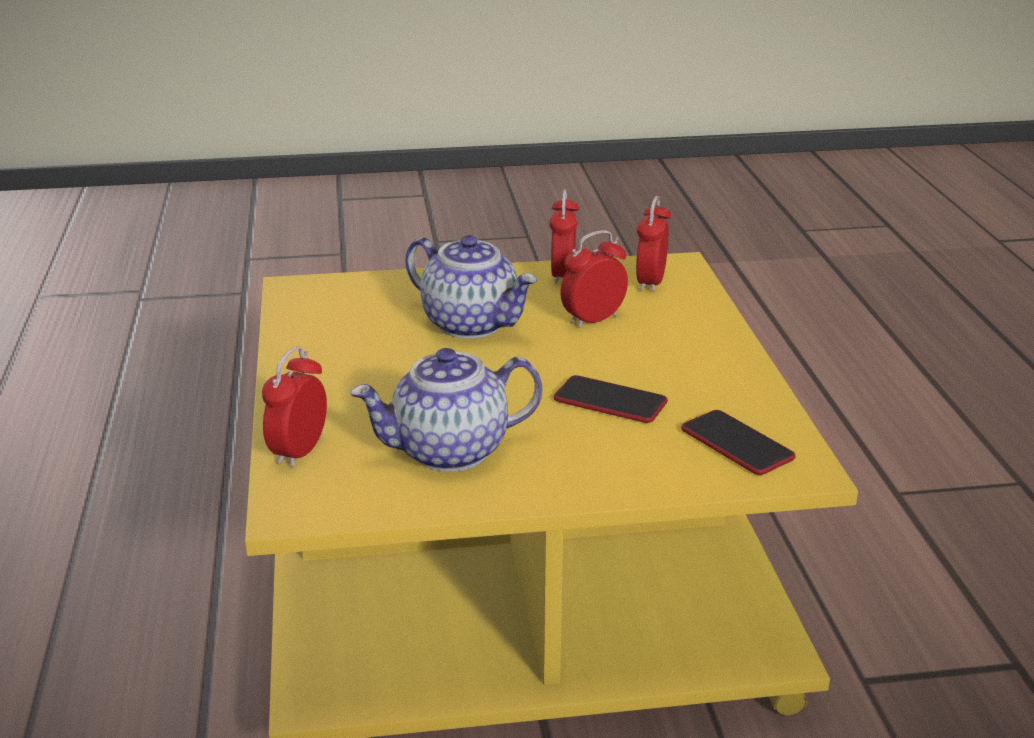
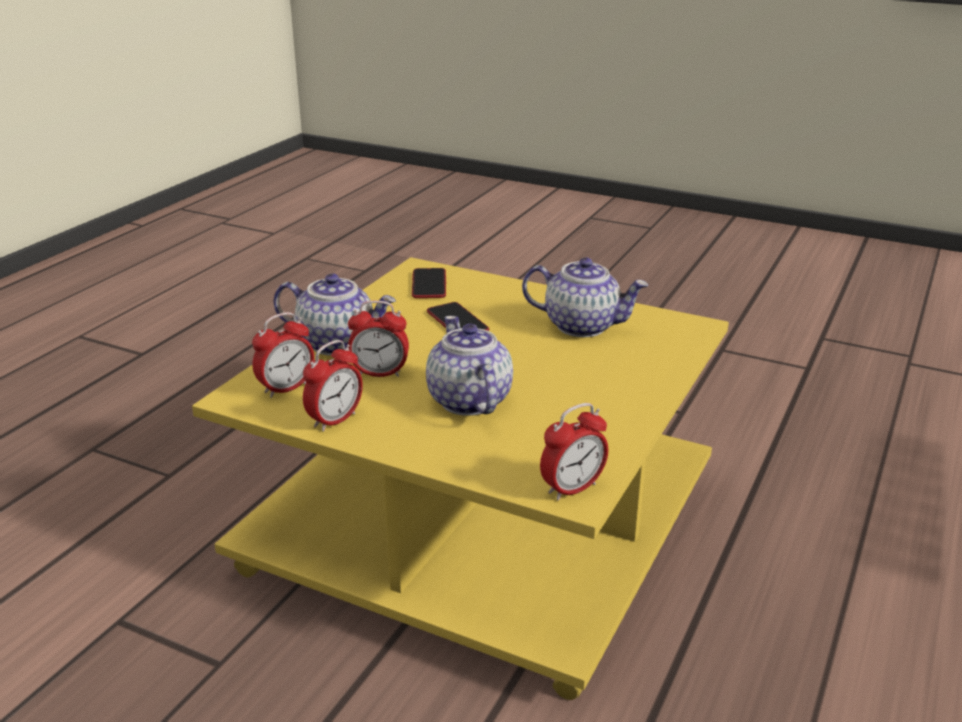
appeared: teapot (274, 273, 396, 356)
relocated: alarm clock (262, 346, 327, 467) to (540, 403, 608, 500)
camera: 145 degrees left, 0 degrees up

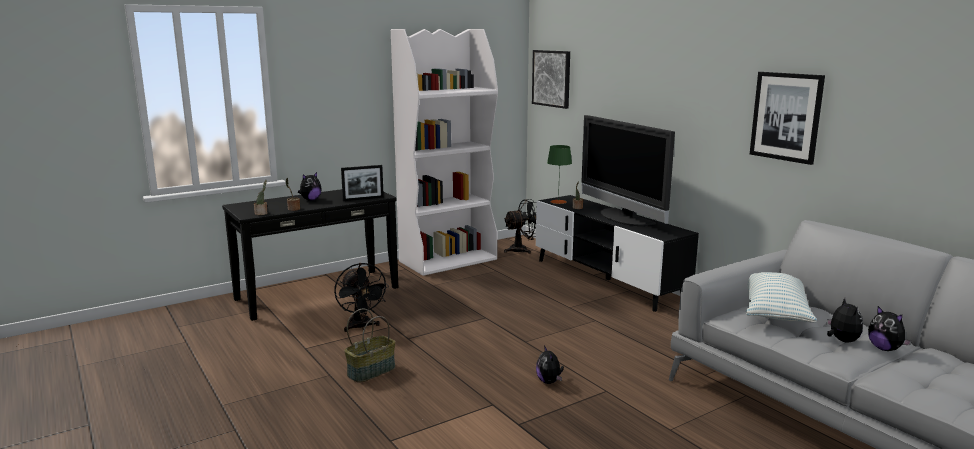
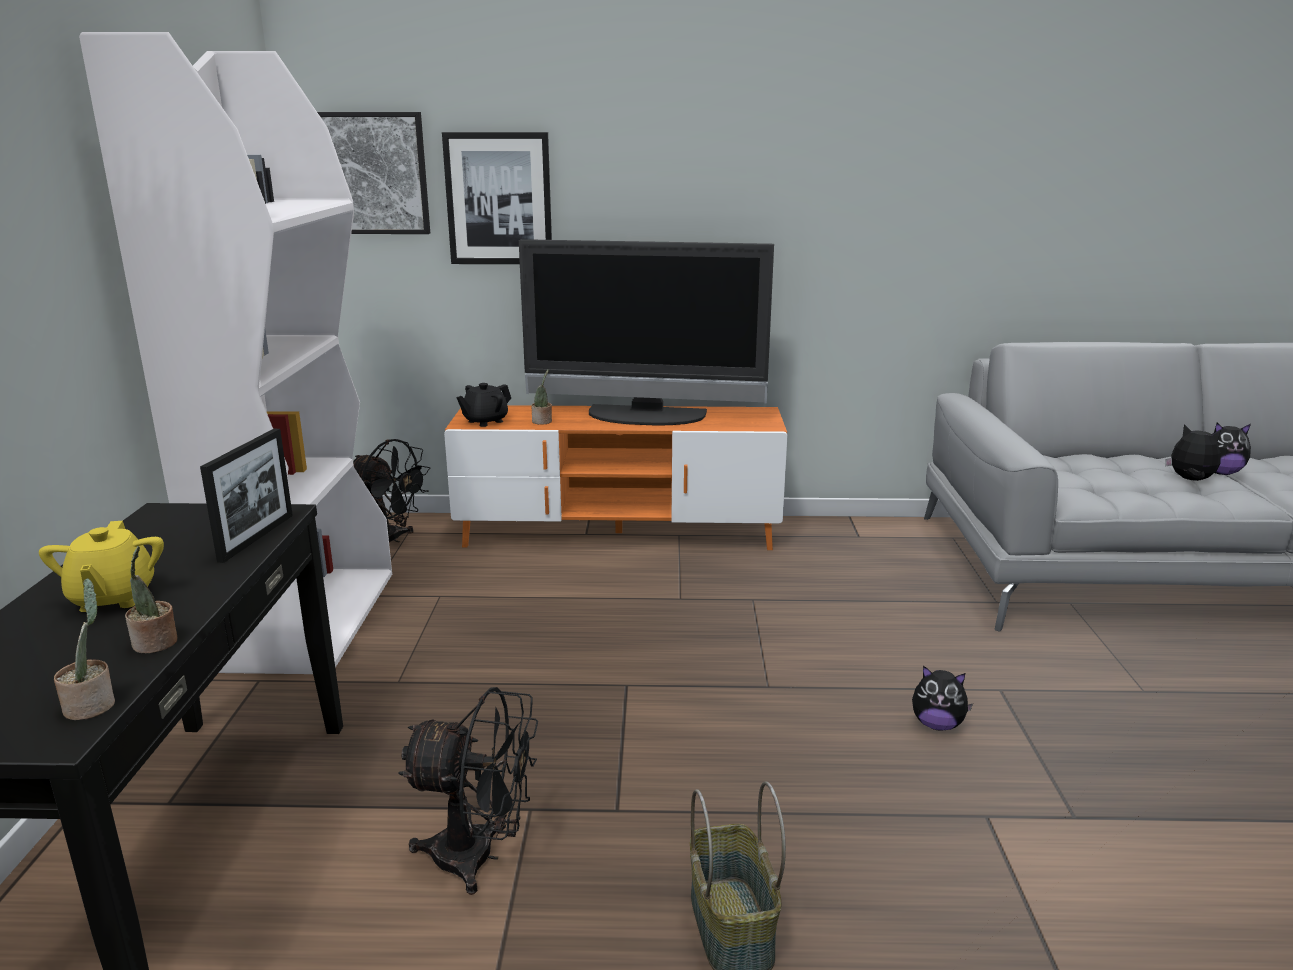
missing: pillow (746, 272, 817, 323)
relocated: picture (750, 72, 825, 165) to (442, 132, 552, 264)
exchanged: plush toy (298, 172, 322, 201) to teapot/yellow (39, 521, 164, 612); table lamp/green (547, 145, 572, 204) to teapot/black (457, 383, 511, 427)
colour: tv stand/black (536, 195, 699, 312) to tv stand/orange (444, 405, 787, 550)
spun: fan/black (504, 199, 537, 254) = (353, 439, 431, 542) 105 degrees clockwise
camera: 55 degrees left, 5 degrees up

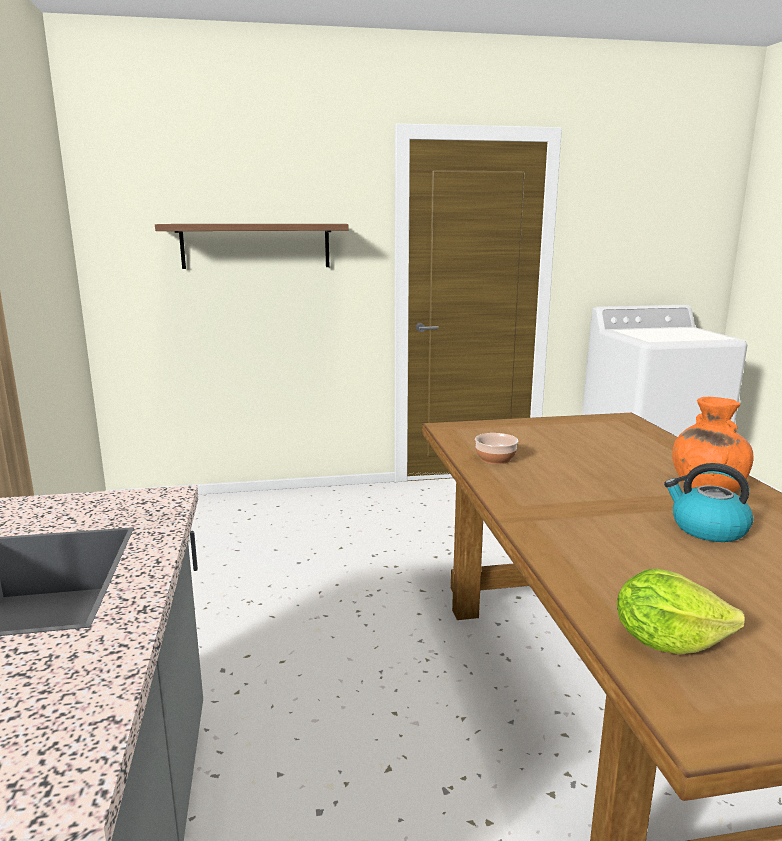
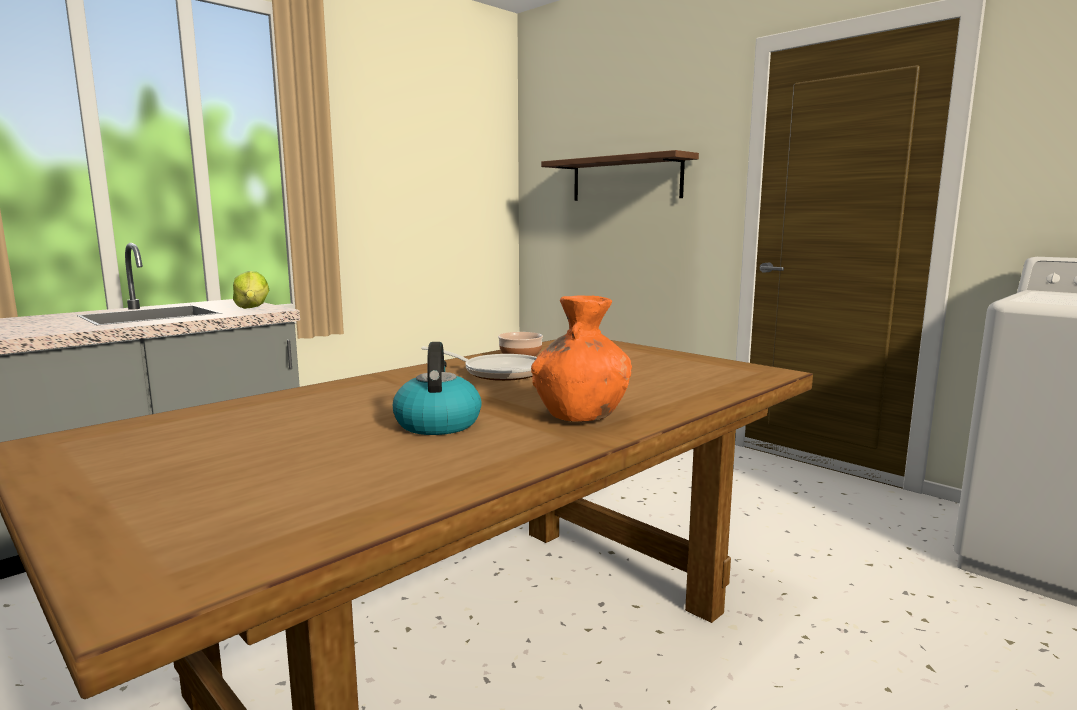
appeared: frying pan (421, 346, 537, 381)
relocated: lettuce (617, 569, 745, 654) to (233, 271, 269, 309)
camera: 55 degrees right, 5 degrees down

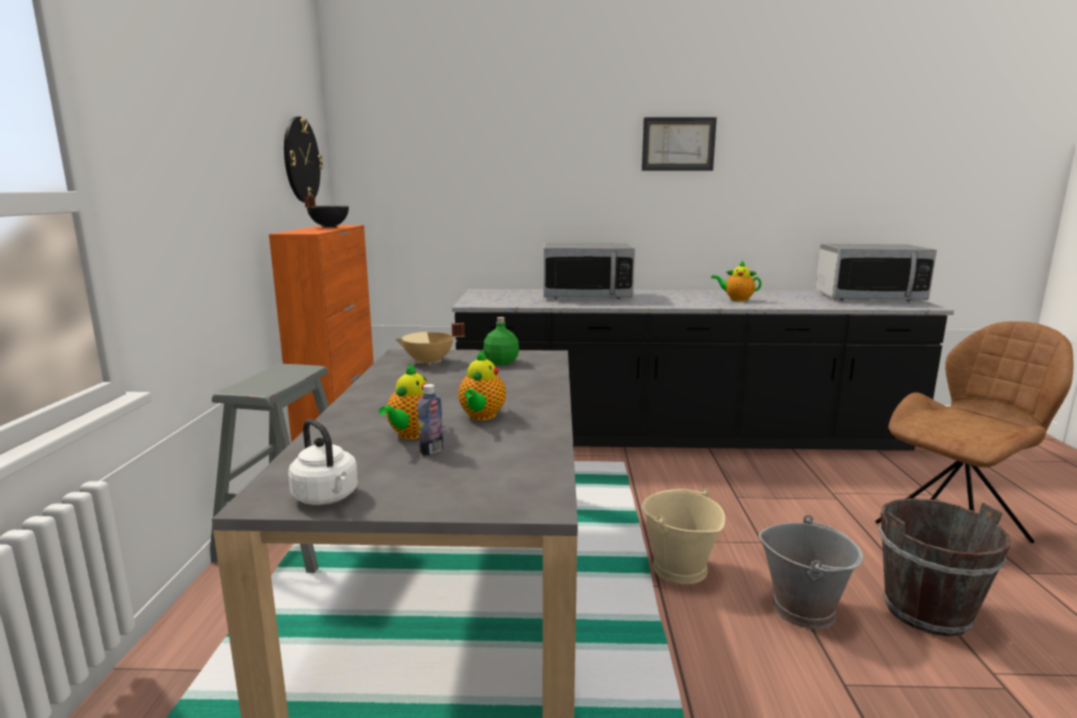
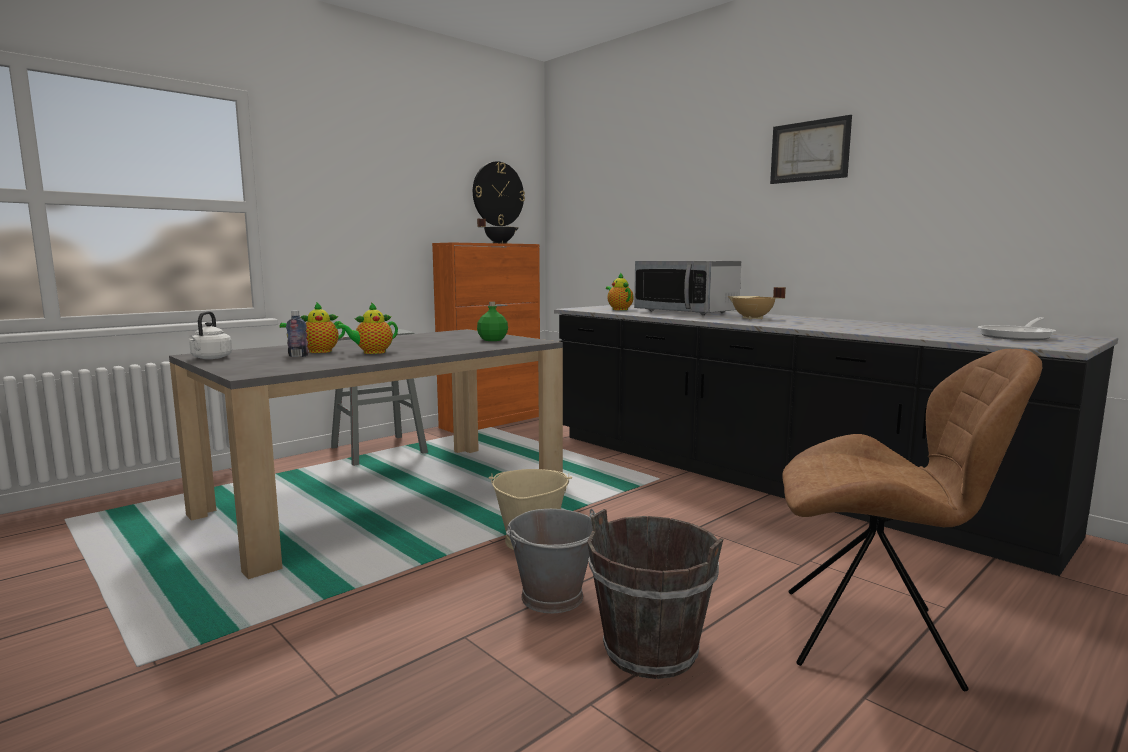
relocated: cooking pot/beige (395, 323, 465, 365) to (728, 287, 786, 319); teapot (711, 260, 762, 301) to (606, 272, 634, 310)
exchanged: microwave (815, 244, 937, 301) to frying pan (978, 317, 1056, 340)
camera: 45 degrees right, 5 degrees down

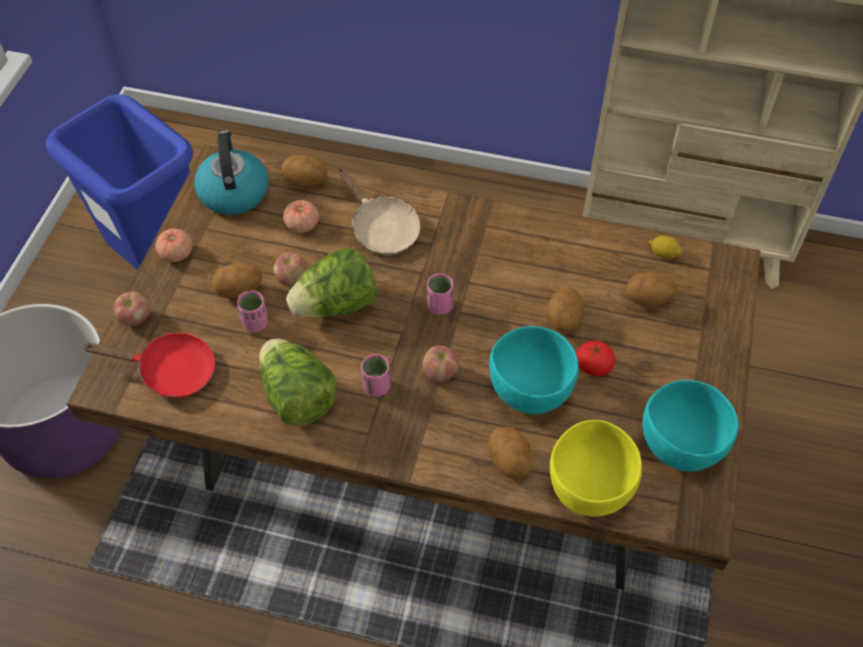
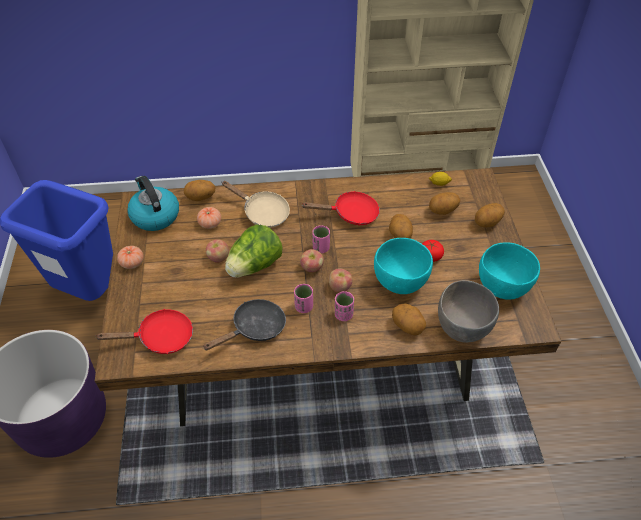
appeared: frying pan/red (302, 191, 380, 226)
relocated: apple (114, 291, 150, 326) to (300, 249, 324, 272); potato (212, 263, 262, 299) to (475, 203, 505, 227); cup/pink (237, 290, 268, 332) to (335, 291, 354, 321)
exchanged: lettuce (259, 338, 337, 426) to frying pan/black (203, 299, 286, 351)
colour: bowl/yellow (550, 420, 642, 517) to bowl/grey (438, 280, 499, 343)
camera: 20 degrees left, 5 degrees down

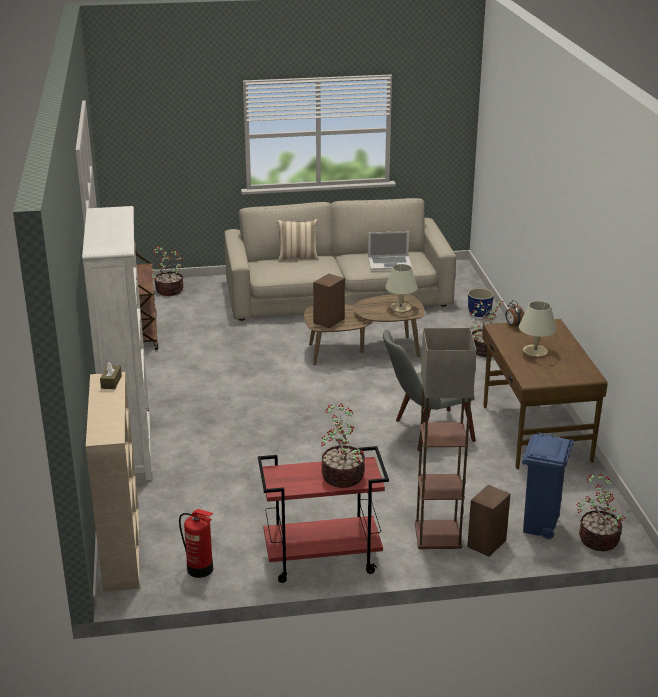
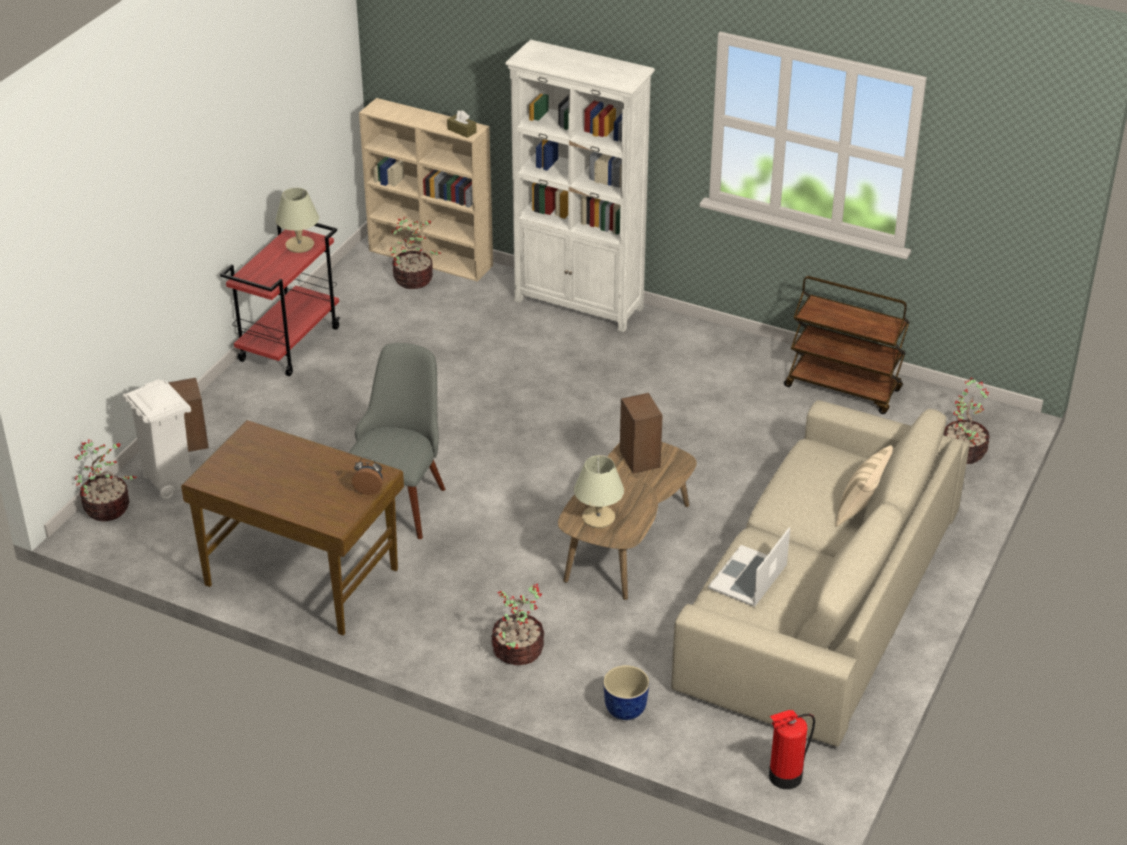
missing: floor lamp (415, 328, 477, 549)
relocated: fire extinguisher (179, 509, 213, 578) to (769, 710, 815, 789); potted plant (321, 403, 365, 488) to (390, 216, 441, 289); table lamp/beige (519, 301, 557, 357) to (276, 188, 319, 253)
colour: trash can/blue (522, 432, 574, 539) to trash can/white (123, 379, 191, 499)
camera: 125 degrees right, 10 degrees up

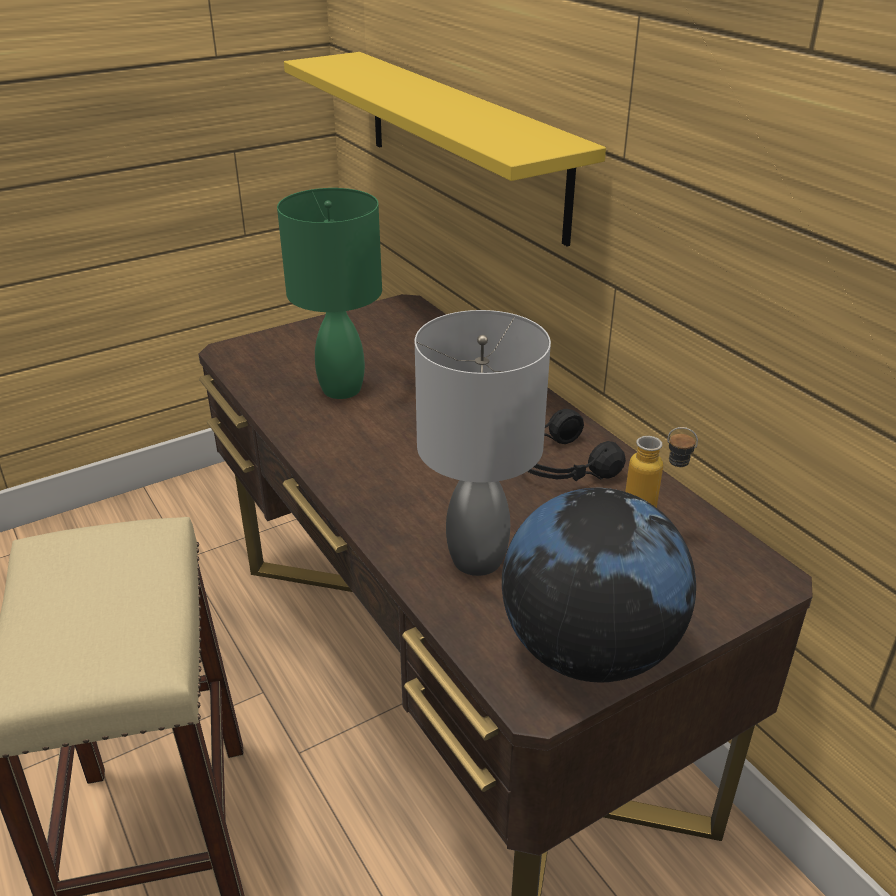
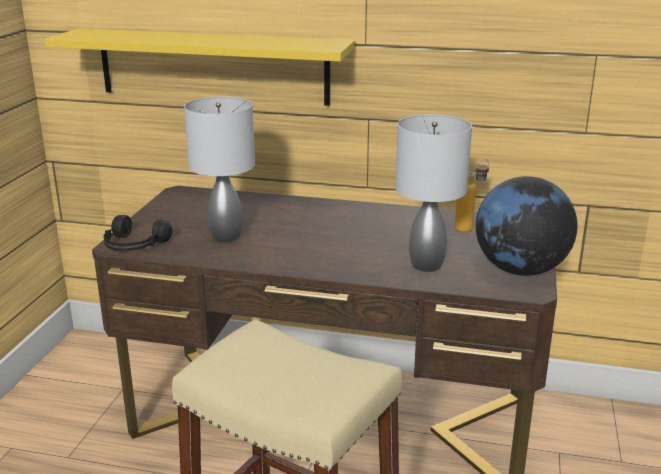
relocated: headphones/black (527, 409, 626, 481) to (103, 215, 172, 251)
colour: table lamp/green (277, 188, 382, 399) to table lamp/grey (184, 96, 255, 242)
camera: 45 degrees left, 10 degrees down

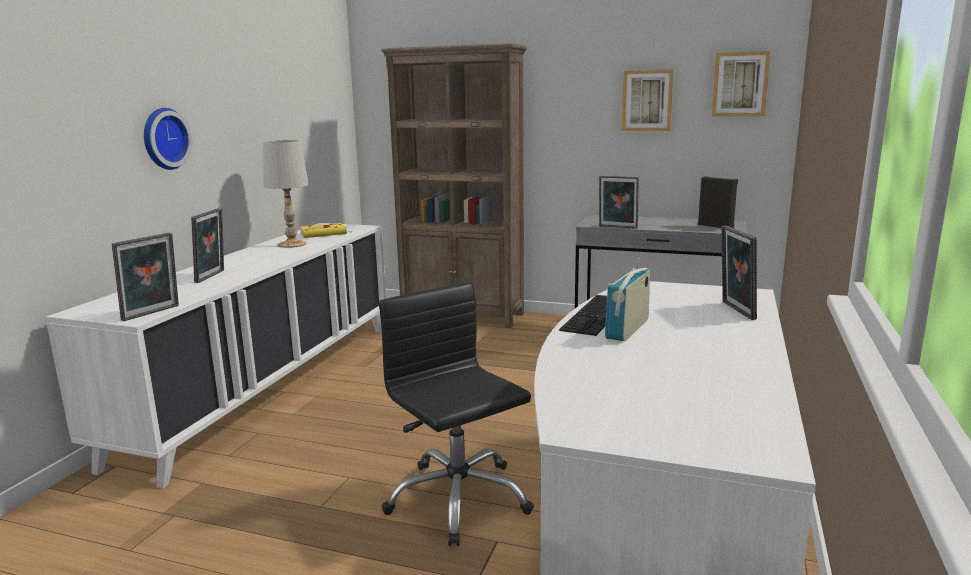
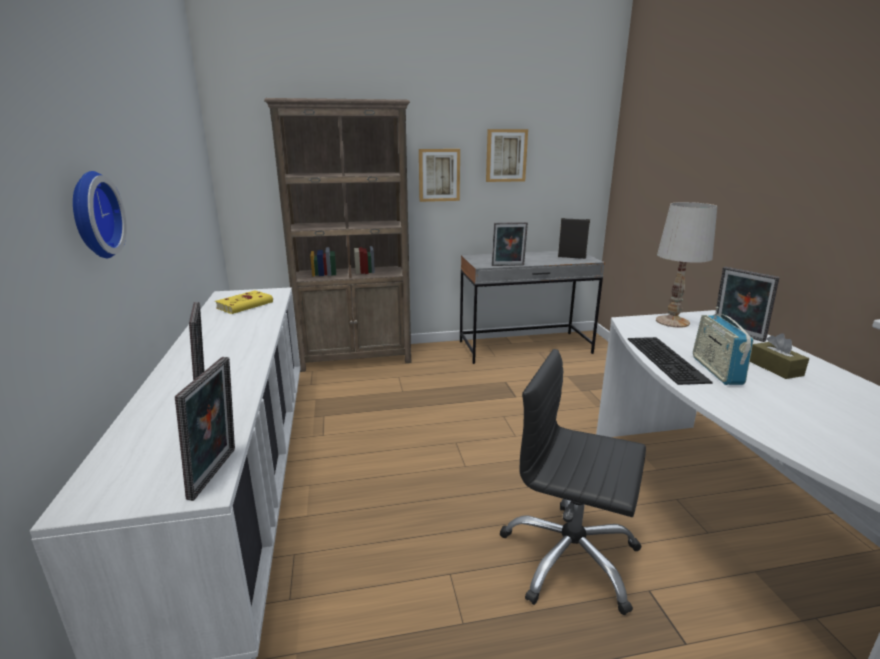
appeared: tissue box/brown (750, 333, 809, 379)
relocated: table lamp/white (263, 140, 309, 248) to (656, 202, 717, 328); picture (712, 51, 771, 116) to (419, 149, 460, 202)
camera: 30 degrees left, 5 degrees up

